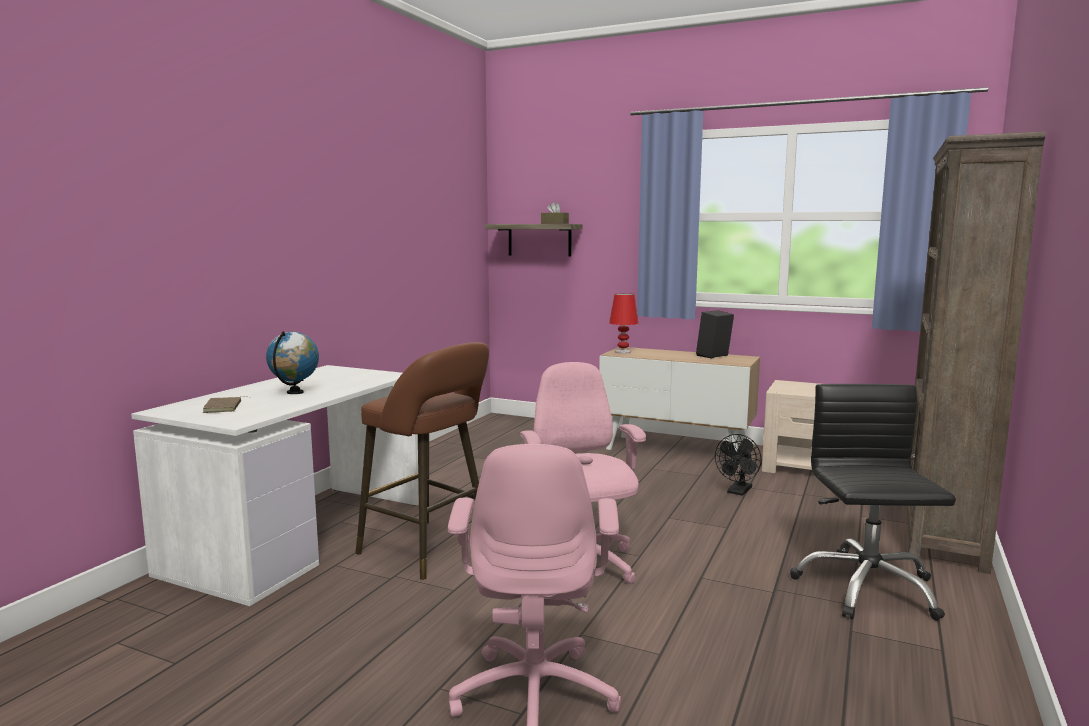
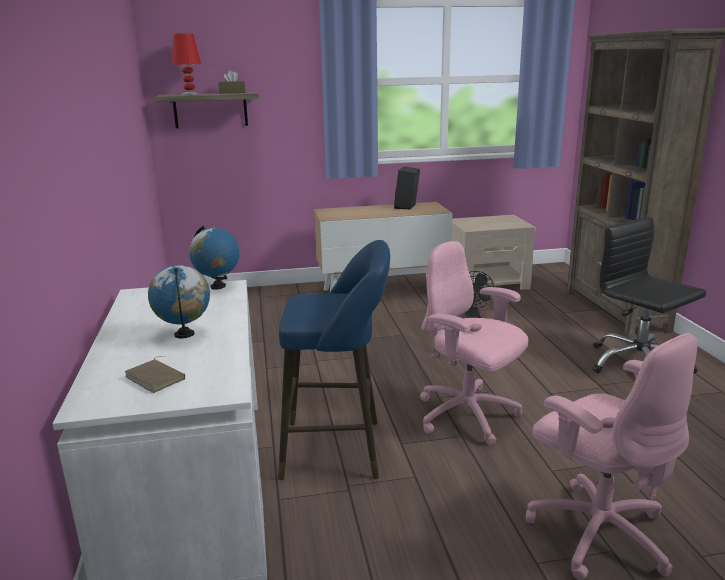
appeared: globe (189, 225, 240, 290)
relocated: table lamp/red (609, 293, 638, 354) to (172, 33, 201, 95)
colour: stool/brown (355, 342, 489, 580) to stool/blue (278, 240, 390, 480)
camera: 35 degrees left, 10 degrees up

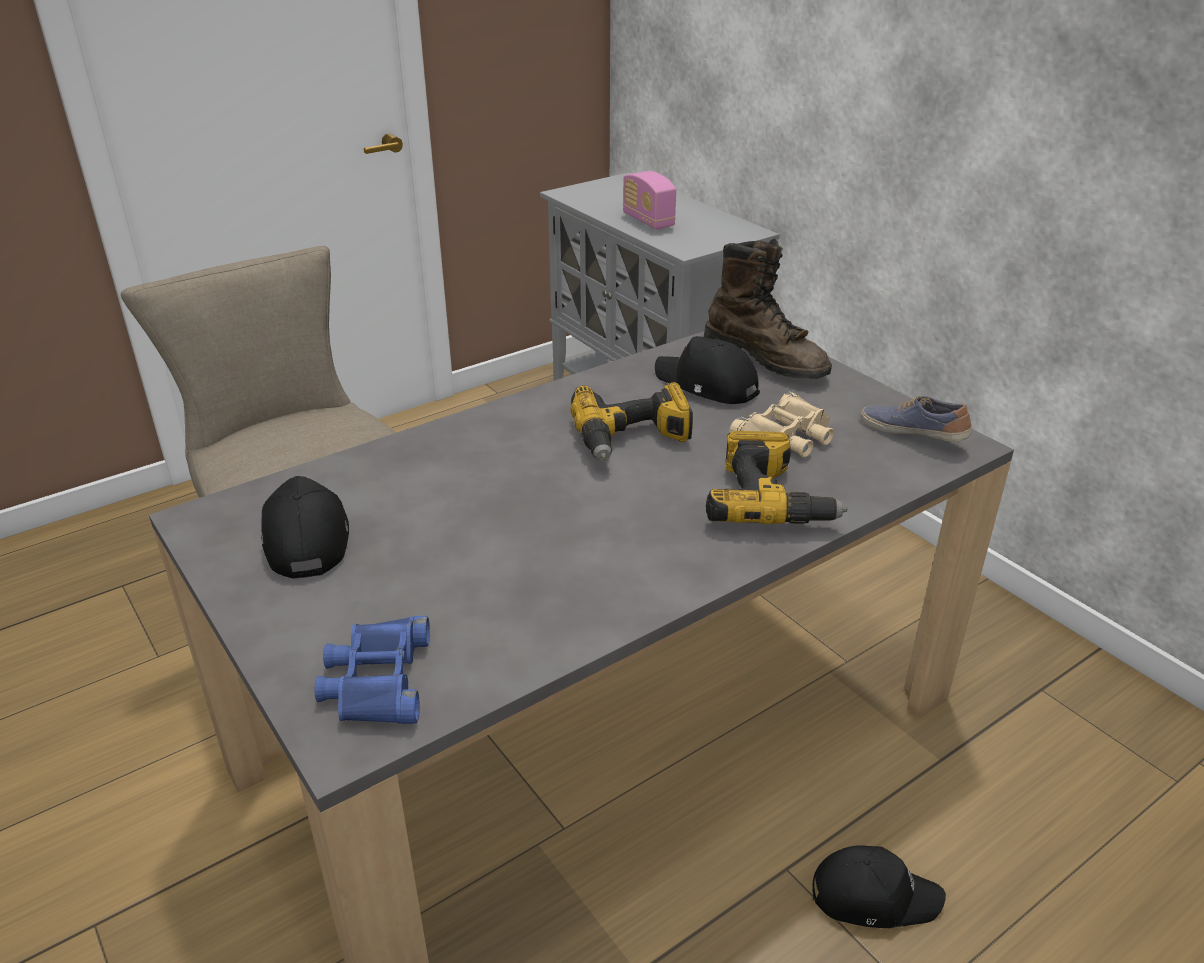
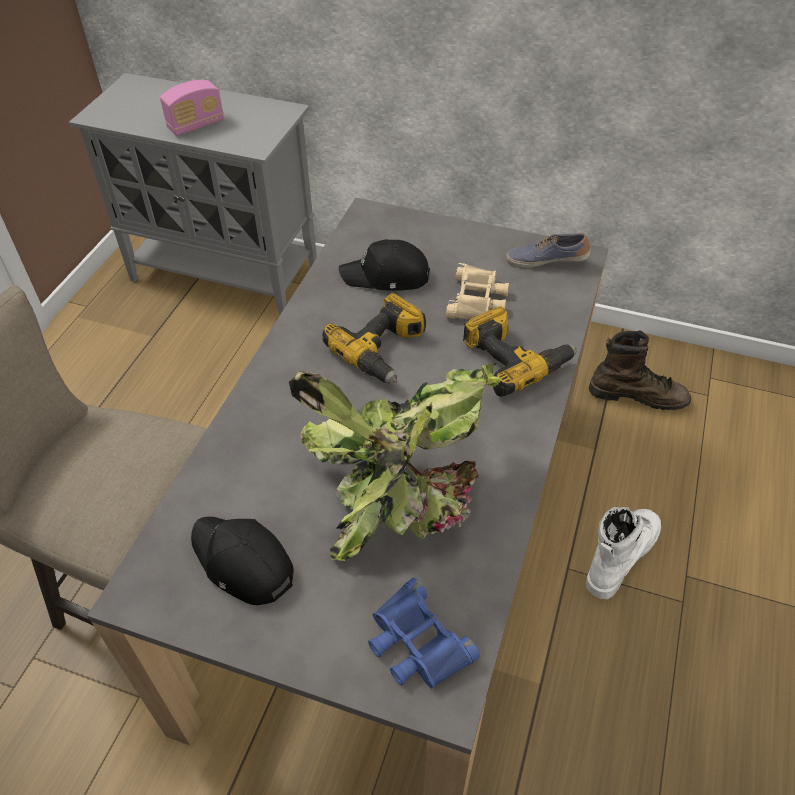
appeared: potted plant (289, 362, 501, 561)
relocated: boot/brown (704, 238, 832, 379) to (589, 330, 691, 410)
exchanged: cap/black (812, 845, 946, 928) to boot/white (586, 507, 661, 599)
spun: radio (623, 171, 676, 229) = (160, 80, 224, 136) 60 degrees counterclockwise
camera: 35 degrees left, 15 degrees up

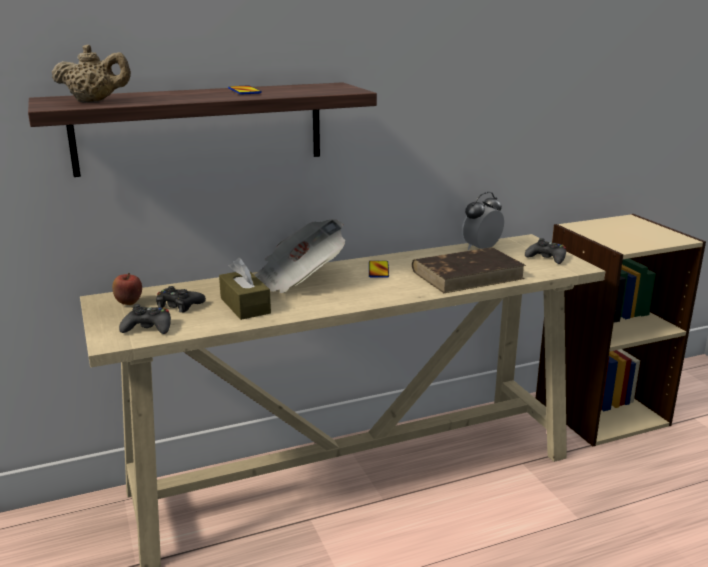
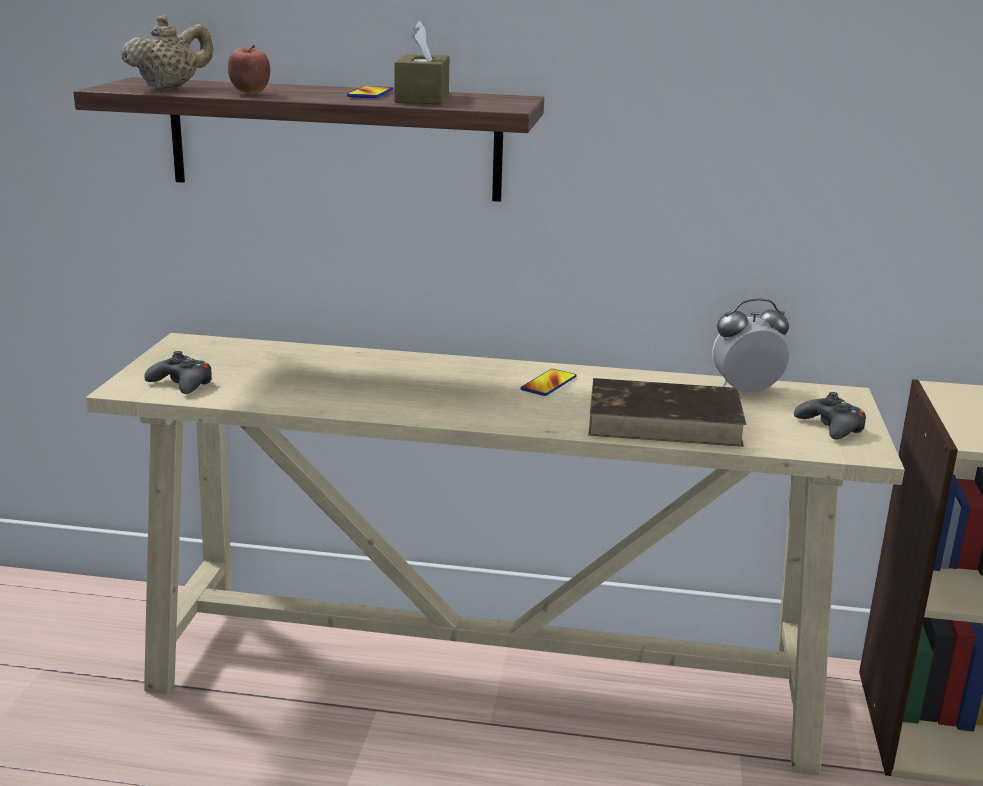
missing: game controller/black (156, 286, 206, 312); newspaper (255, 219, 345, 293)
relocated: apple (112, 273, 142, 305) to (228, 45, 270, 94); tissue box/brown (219, 258, 271, 320) to (394, 20, 449, 104)
spun: teapot/beige (51, 44, 131, 102) = (122, 15, 213, 89) 75 degrees counterclockwise
camera: 30 degrees right, 0 degrees up

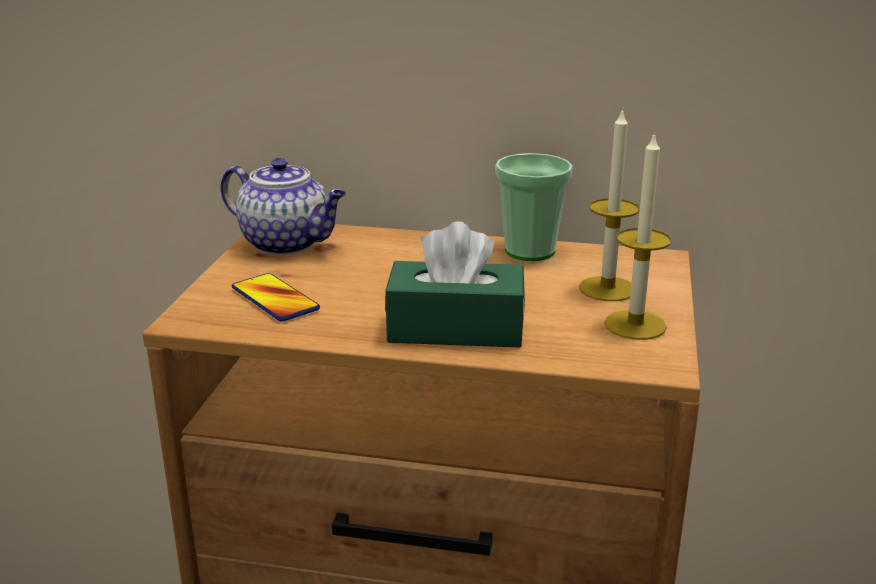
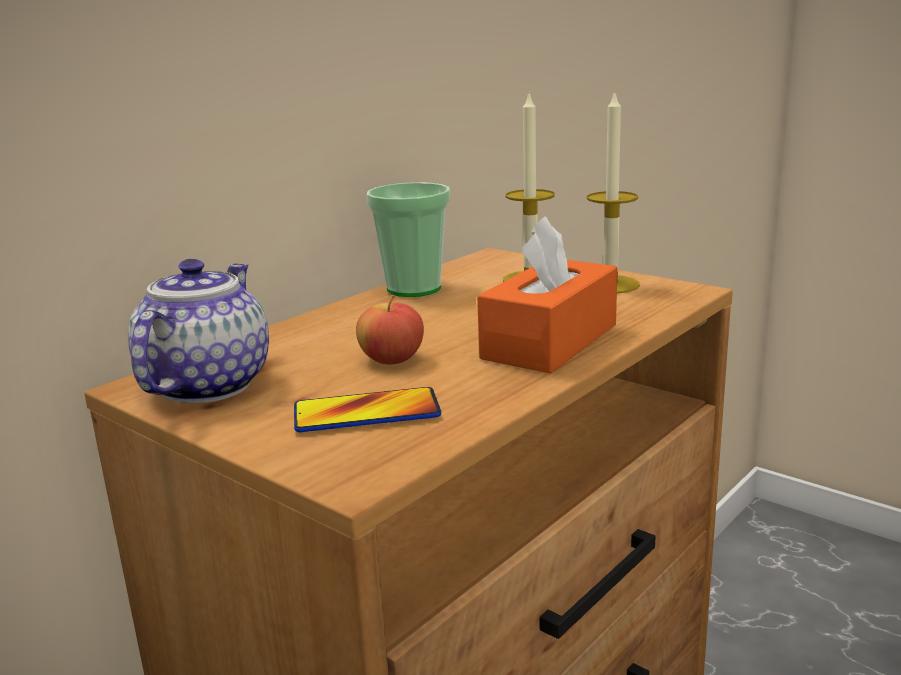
appeared: apple (356, 296, 424, 364)
colour: tissue box/green (385, 221, 525, 347) to tissue box/orange (477, 216, 617, 374)
spun: teapot (220, 158, 346, 255) = (128, 259, 269, 403) 45 degrees counterclockwise
camera: 60 degrees left, 5 degrees down

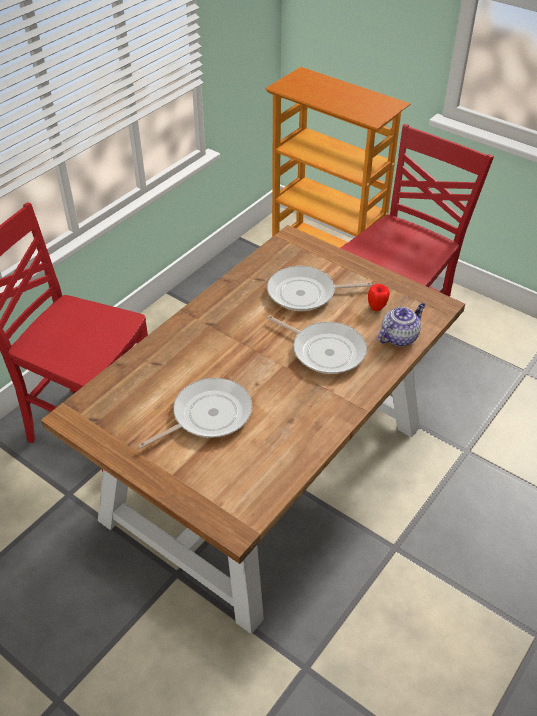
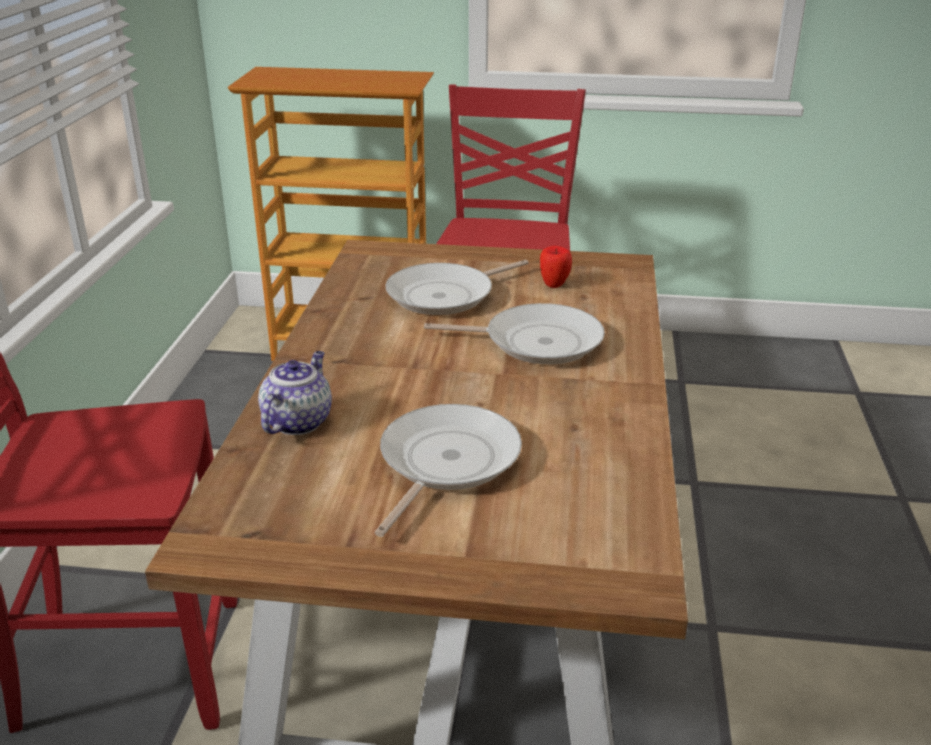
relocated: teapot (378, 303, 426, 346) to (258, 351, 332, 435)
camera: 30 degrees left, 15 degrees down

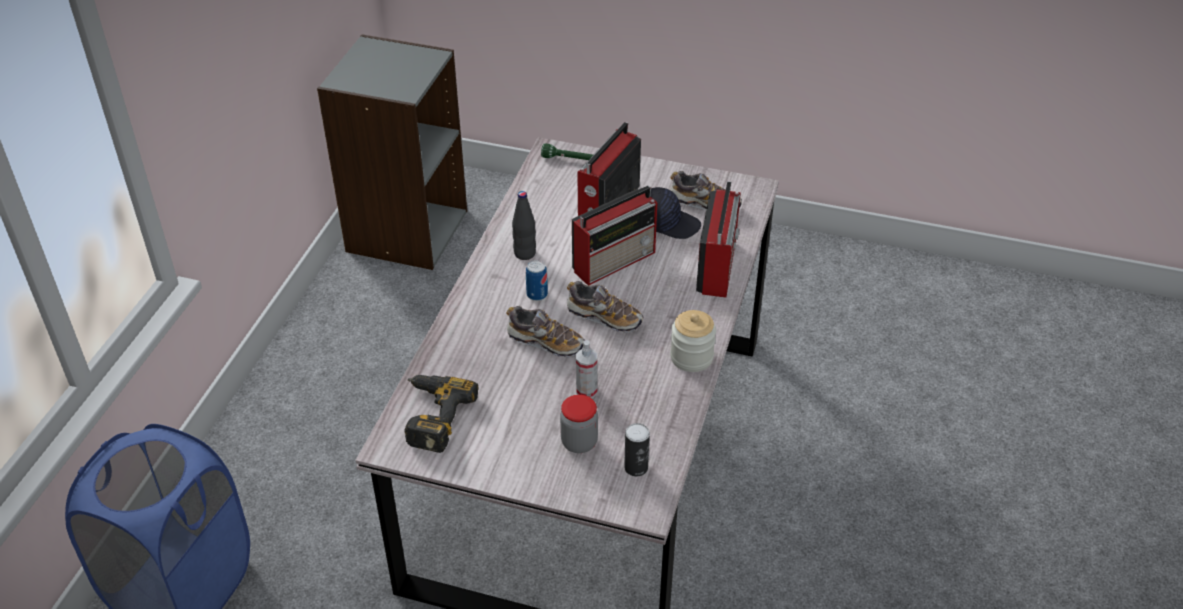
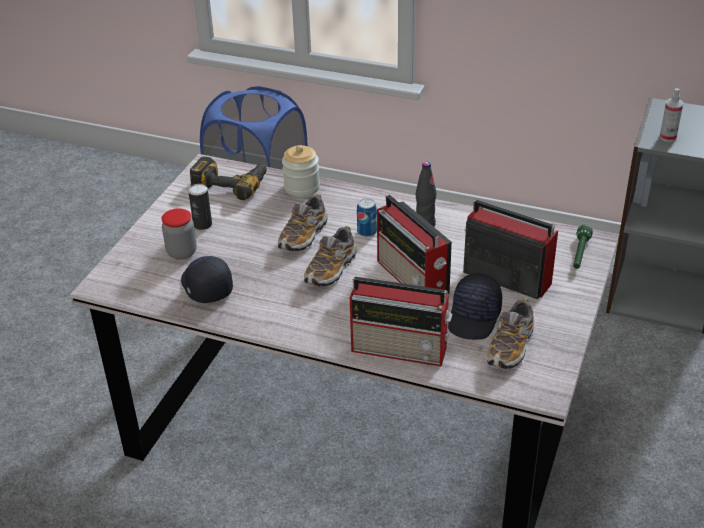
appeared: cap/black (181, 256, 233, 303)
relocated: spray bottle (576, 340, 597, 398) to (660, 88, 684, 142); can (624, 423, 650, 477) to (188, 184, 212, 230); jar (670, 310, 716, 372) to (282, 145, 320, 197)
camera: 95 degrees right, 5 degrees down

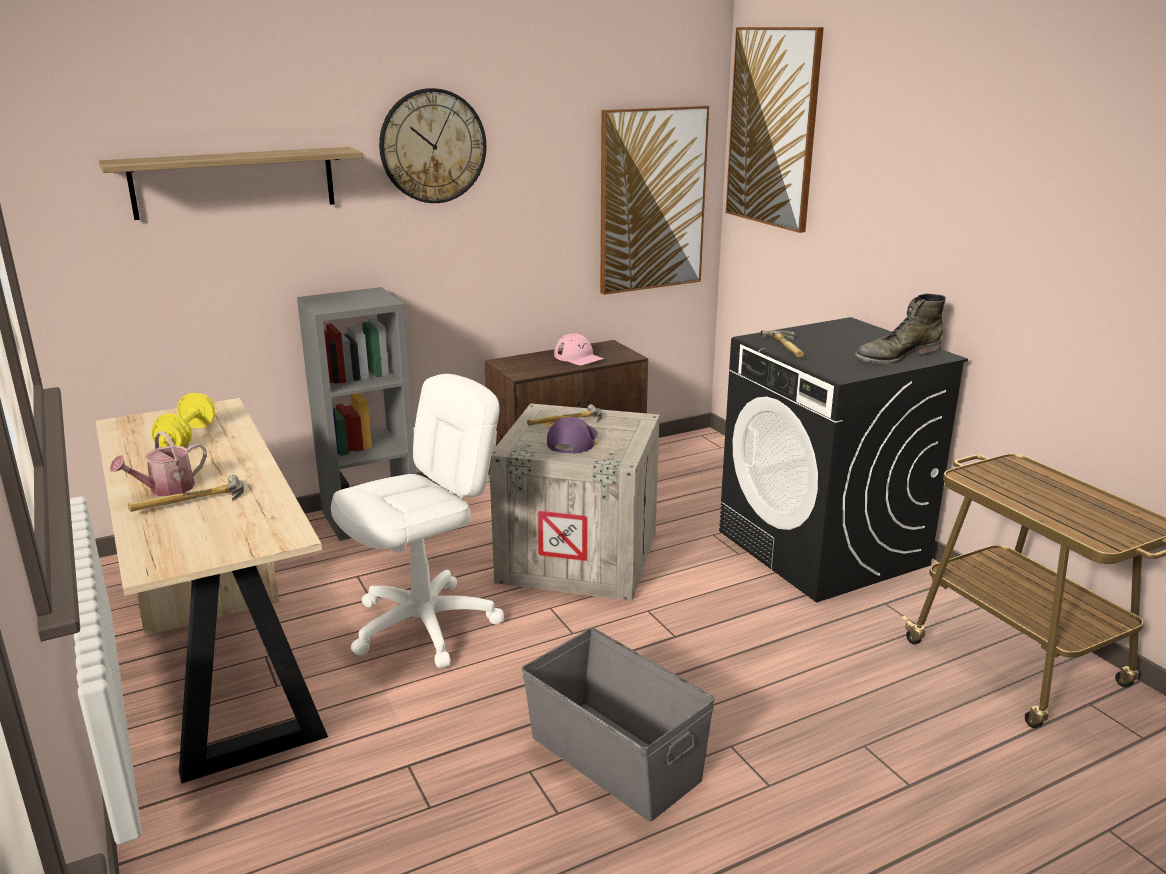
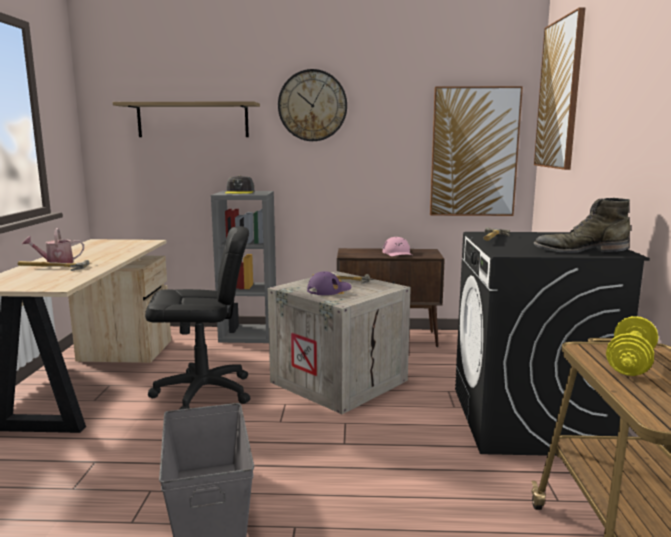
appeared: cap/grey (225, 175, 254, 194)
relocated: dumbbell/yellow (151, 393, 215, 448) to (606, 316, 658, 376)
colour: office chair/white (331, 374, 504, 668) to office chair/black (145, 226, 250, 410)
camera: 30 degrees right, 10 degrees down

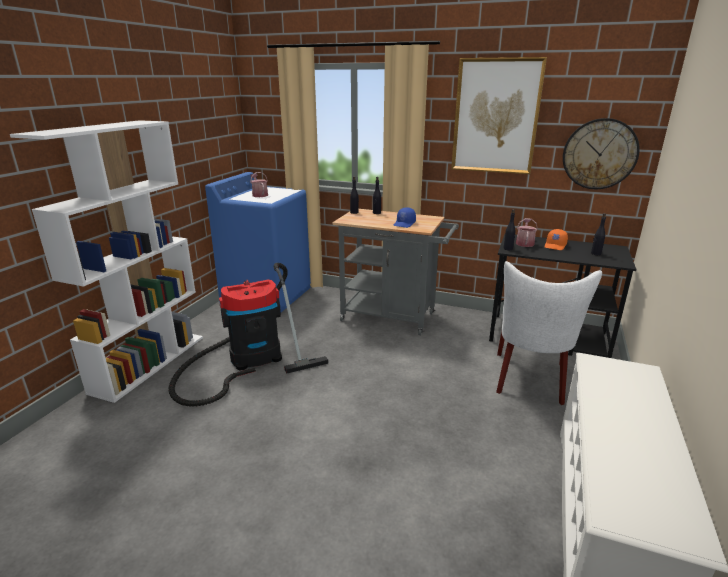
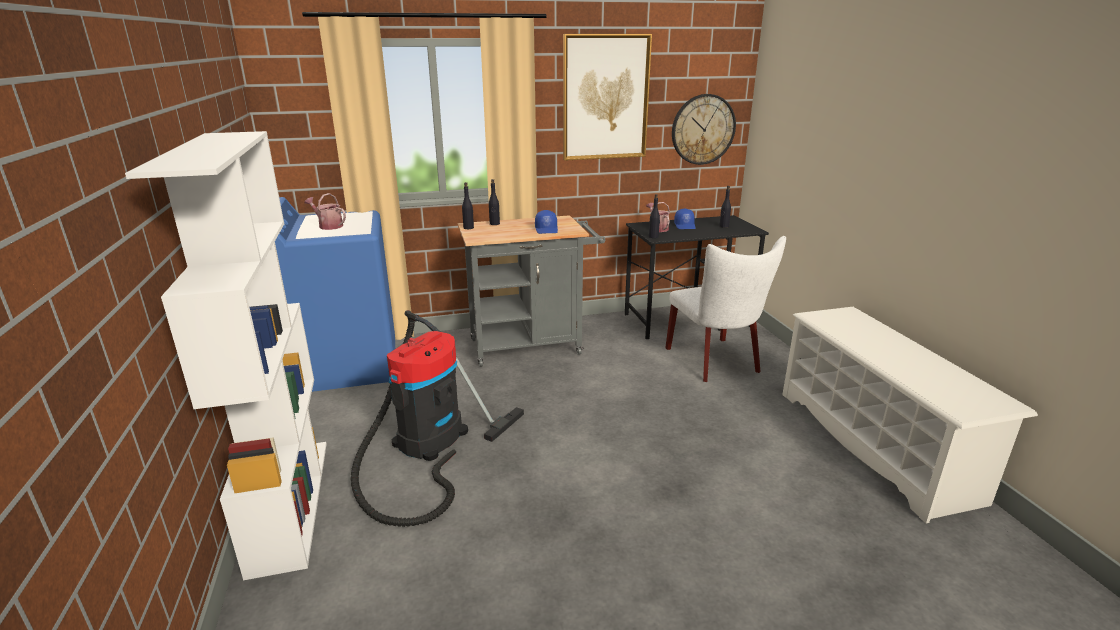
colour: cap/orange (545, 229, 568, 250) to cap/blue (674, 209, 696, 229)
camera: 35 degrees left, 0 degrees up

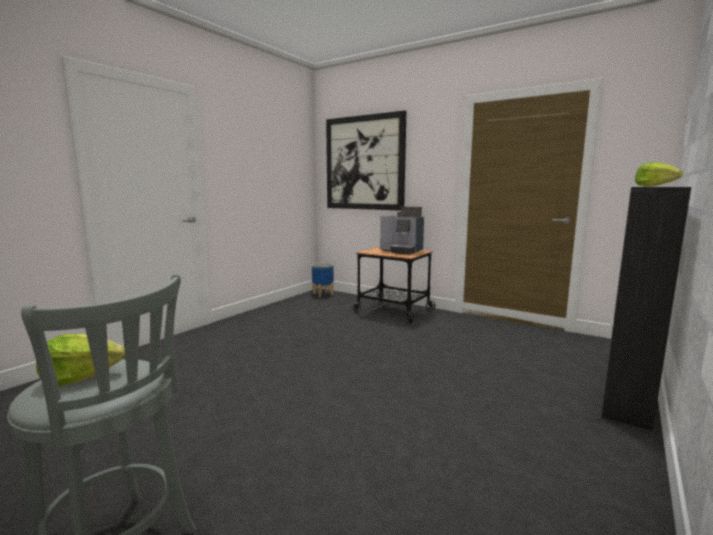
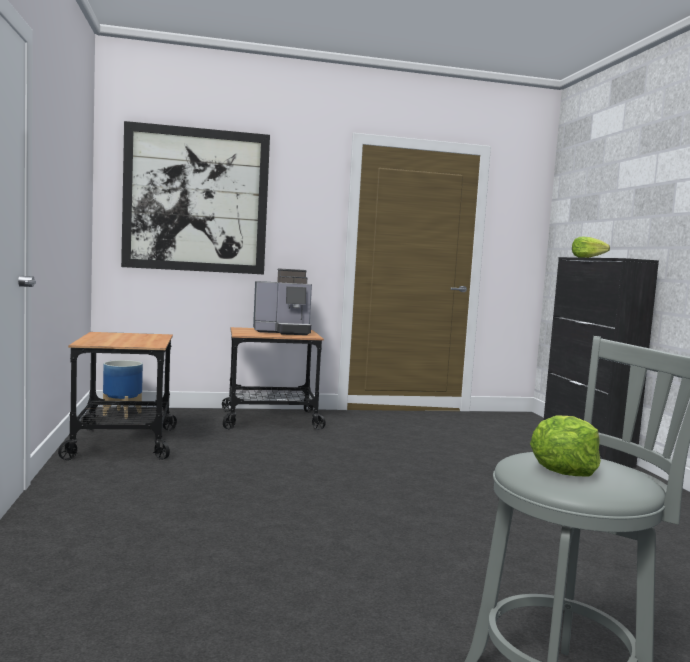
appeared: cart (58, 332, 177, 460)
camera: 45 degrees left, 5 degrees down

